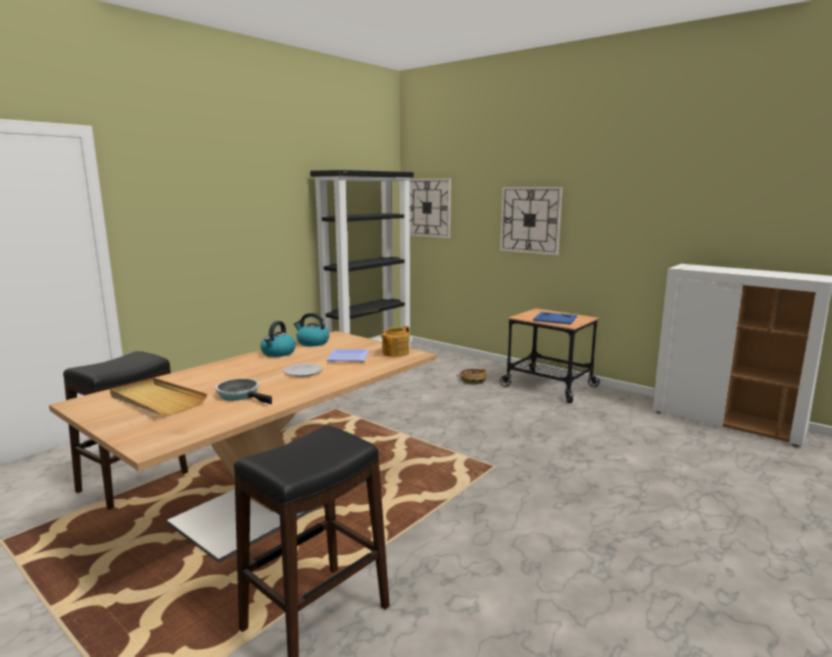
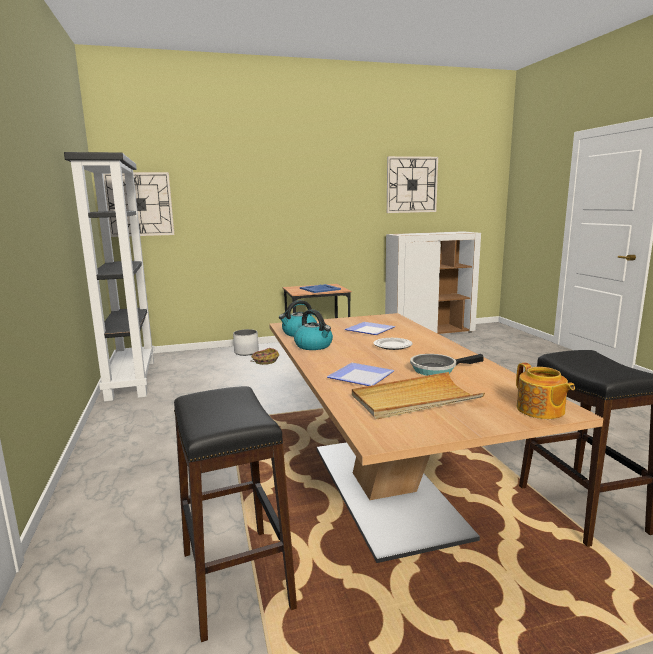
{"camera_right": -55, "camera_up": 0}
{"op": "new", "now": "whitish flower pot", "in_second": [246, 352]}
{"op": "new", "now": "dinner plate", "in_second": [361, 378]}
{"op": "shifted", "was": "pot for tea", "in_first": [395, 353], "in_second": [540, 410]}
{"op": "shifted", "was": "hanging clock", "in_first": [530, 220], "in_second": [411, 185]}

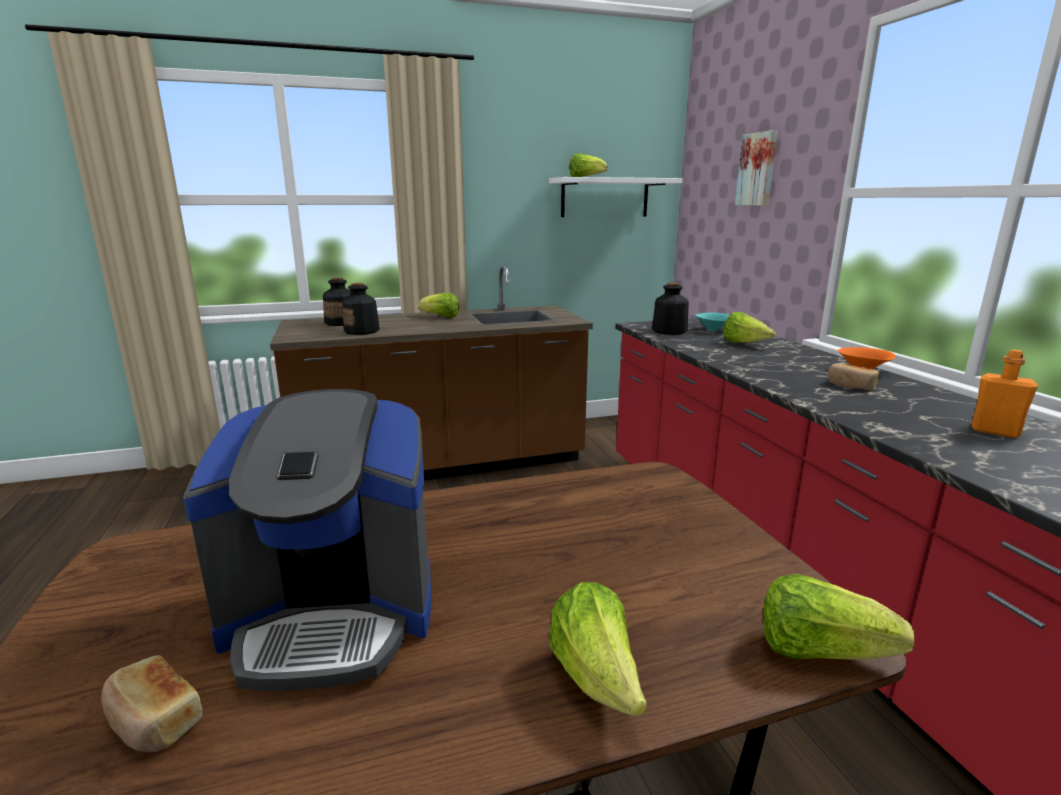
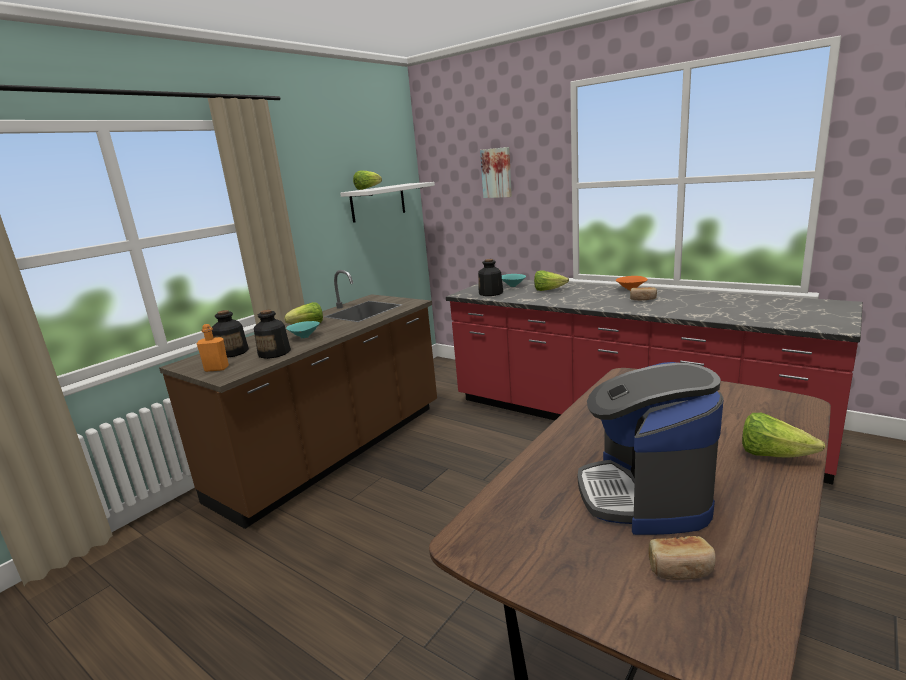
{"camera_right": -35, "camera_up": 0}
{"op": "gone", "was": "lettuce head", "in_first": [819, 651]}
{"op": "new", "now": "blue-green deep dish", "in_second": [304, 337]}
{"op": "shifted", "was": "orange drink bottle", "in_first": [994, 431], "in_second": [216, 369]}
{"op": "rotated", "was": "coffee brewer", "in_first": [333, 615], "in_second": [644, 495], "clockwise": 135}

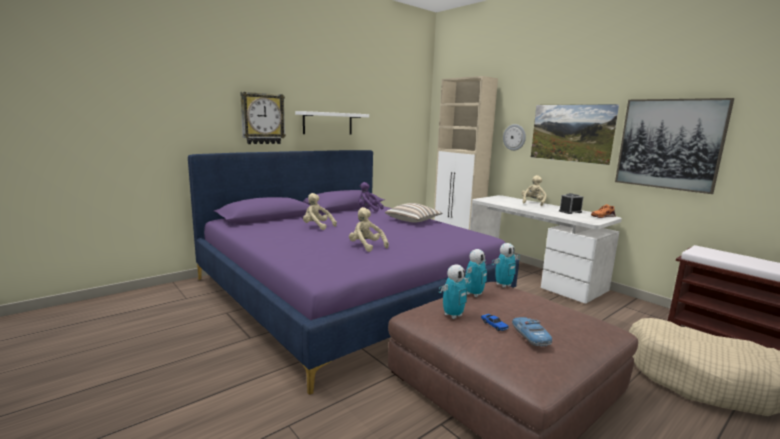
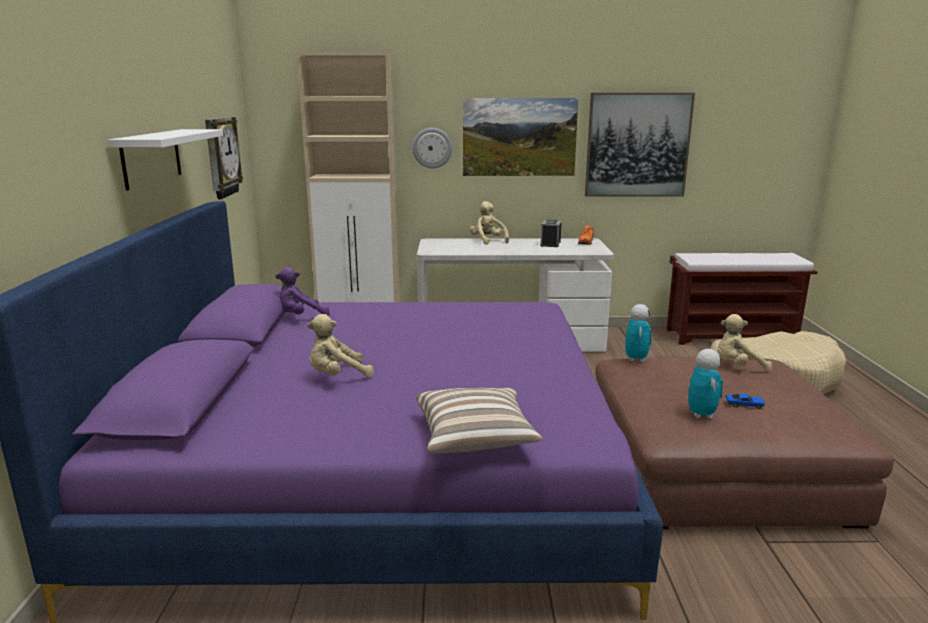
{"camera_right": -50, "camera_up": 5}
{"op": "gone", "was": "toy robot", "in_first": [474, 294]}
{"op": "gone", "was": "toy car", "in_first": [530, 336]}
{"op": "shifted", "was": "hanging clock", "in_first": [262, 119], "in_second": [221, 157]}
{"op": "shifted", "was": "beige cuddly toy", "in_first": [366, 246], "in_second": [737, 367]}
{"op": "shifted", "was": "throw pillow", "in_first": [413, 221], "in_second": [475, 438]}

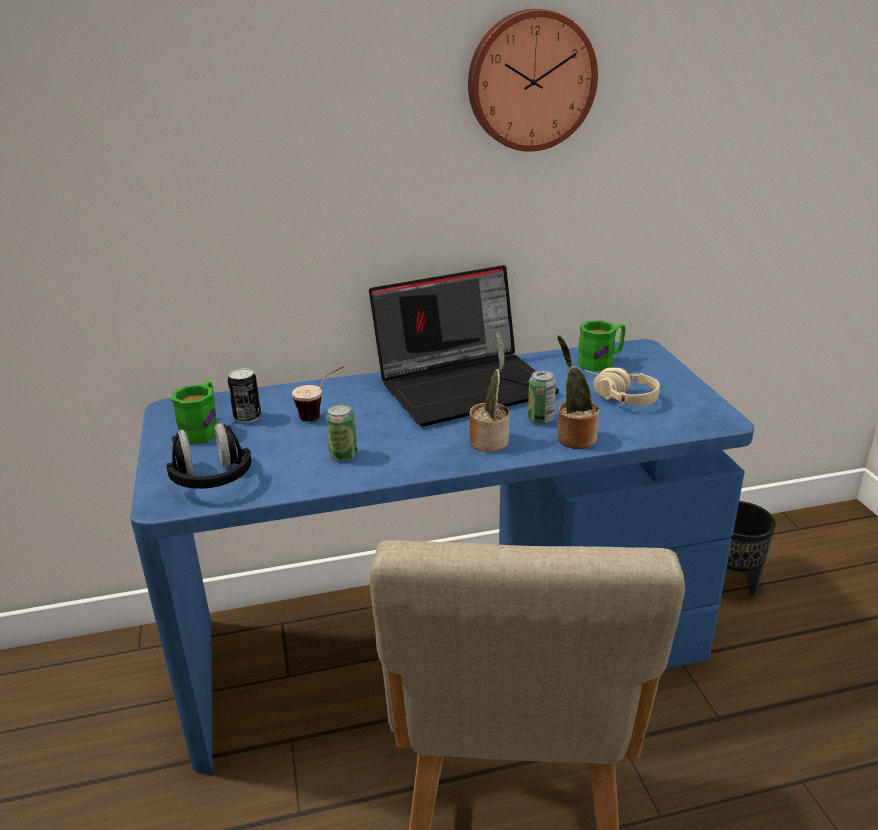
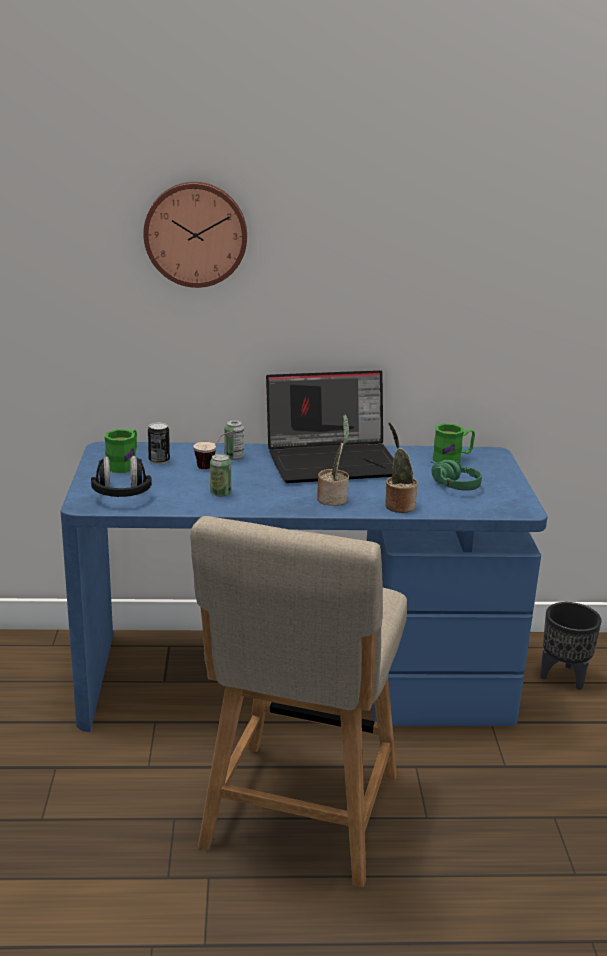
{"camera_right": 10, "camera_up": -5}
{"op": "shifted", "was": "hanging clock", "in_first": [530, 81], "in_second": [196, 234]}
{"op": "shifted", "was": "metal can", "in_first": [540, 419], "in_second": [234, 457]}
{"op": "repainted", "was": "beige pair of headphones", "now": "green-coloured pair of headphones", "in_first": [617, 397], "in_second": [449, 484]}

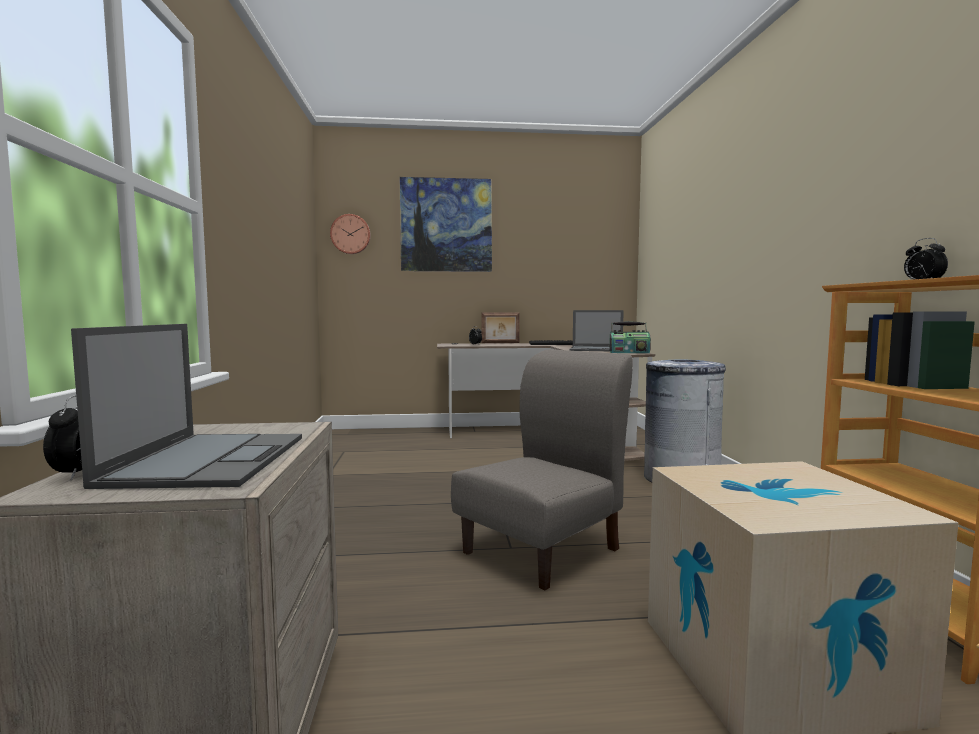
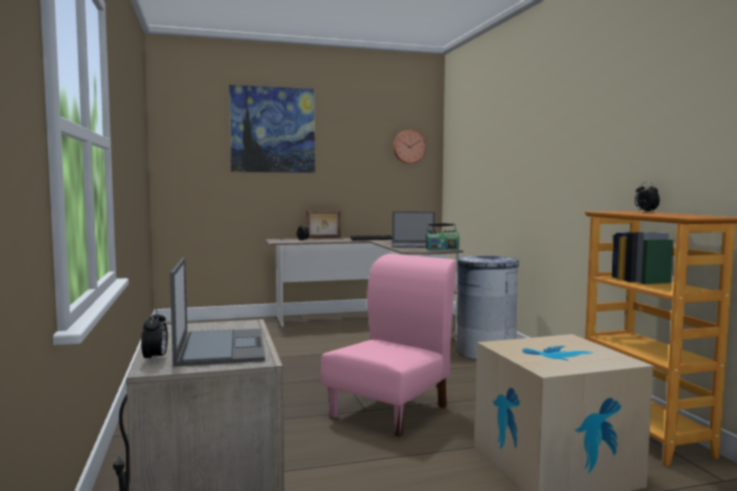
{"camera_right": -10, "camera_up": 0}
{"op": "shifted", "was": "hanging clock", "in_first": [350, 234], "in_second": [409, 146]}
{"op": "repainted", "was": "greyish chair", "now": "pink-coloured chair", "in_first": [543, 550], "in_second": [391, 411]}

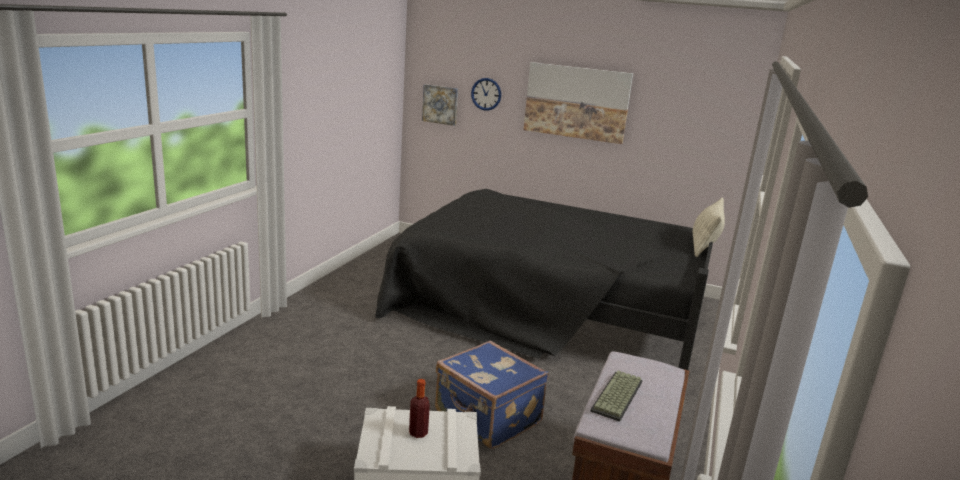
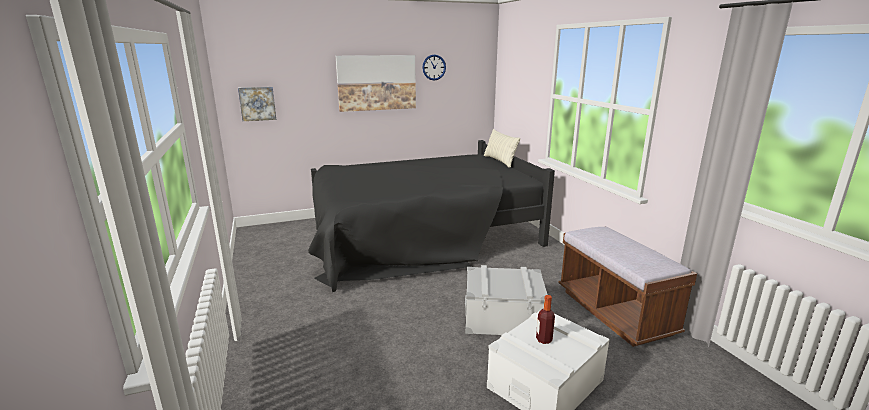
{"camera_right": -40, "camera_up": 0}
{"op": "gone", "was": "computer keyboard", "in_first": [618, 397]}
{"op": "shifted", "was": "hanging clock", "in_first": [486, 94], "in_second": [434, 67]}
{"op": "swapped", "was": "blue-coloured piece of luggage", "now": "greyish storage bin", "in_first": [487, 418], "in_second": [503, 317]}

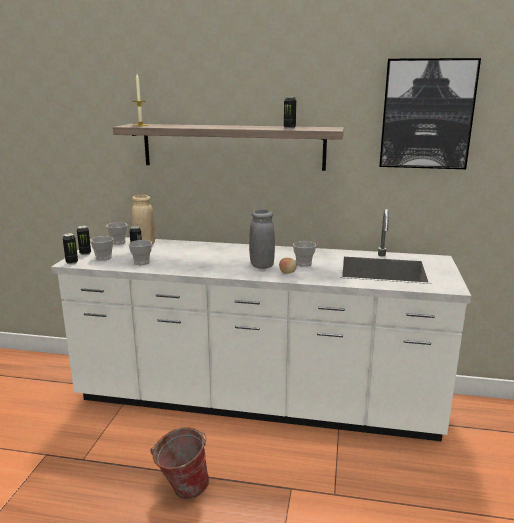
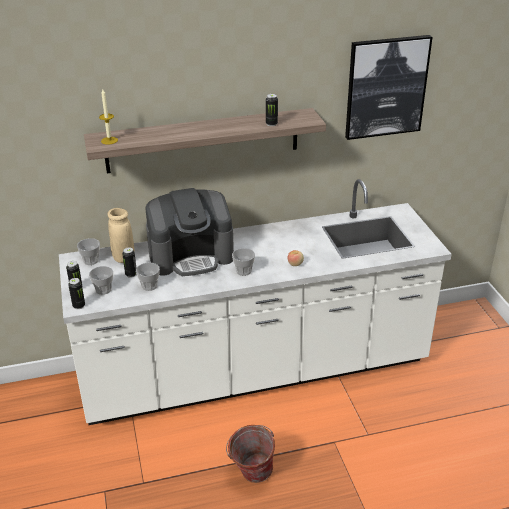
{"camera_right": -25, "camera_up": 15}
{"op": "gone", "was": "greyish decorative vase", "in_first": [261, 266]}
{"op": "new", "now": "coffee brewer", "in_second": [191, 255]}
{"op": "shifted", "was": "drinking cup", "in_first": [303, 264], "in_second": [243, 271]}

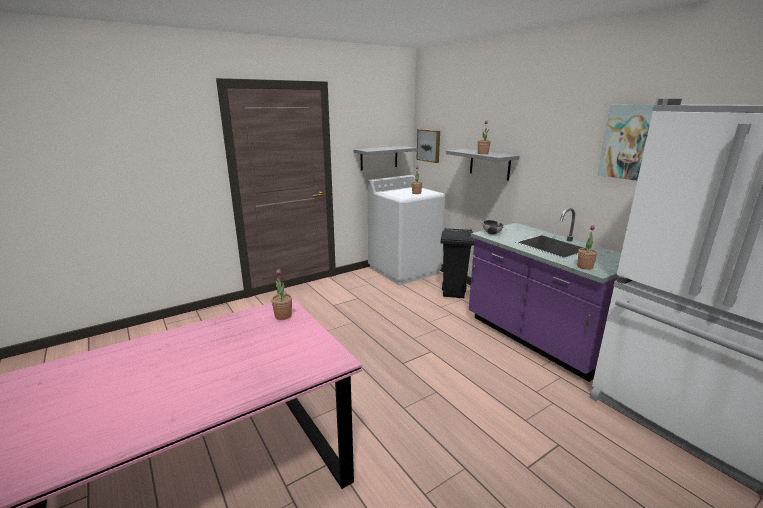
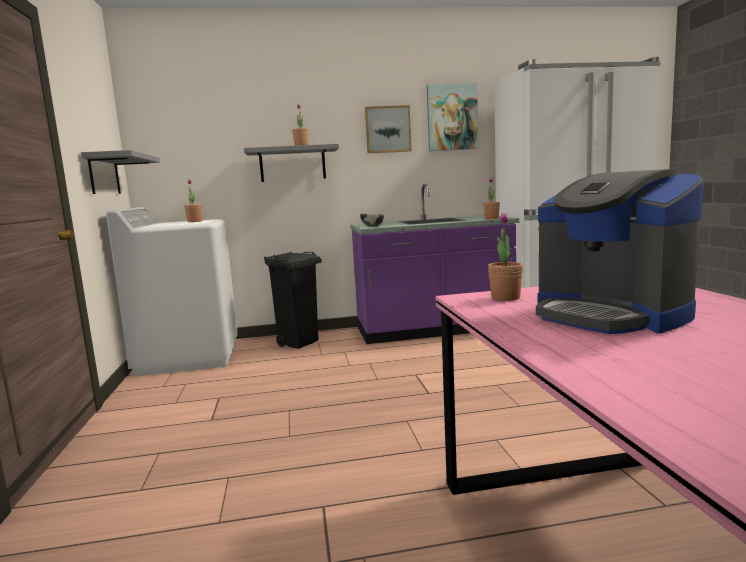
{"camera_right": -65, "camera_up": -10}
{"op": "new", "now": "coffee brewer", "in_second": [610, 315]}
{"op": "shifted", "was": "wall picture", "in_first": [429, 145], "in_second": [387, 129]}

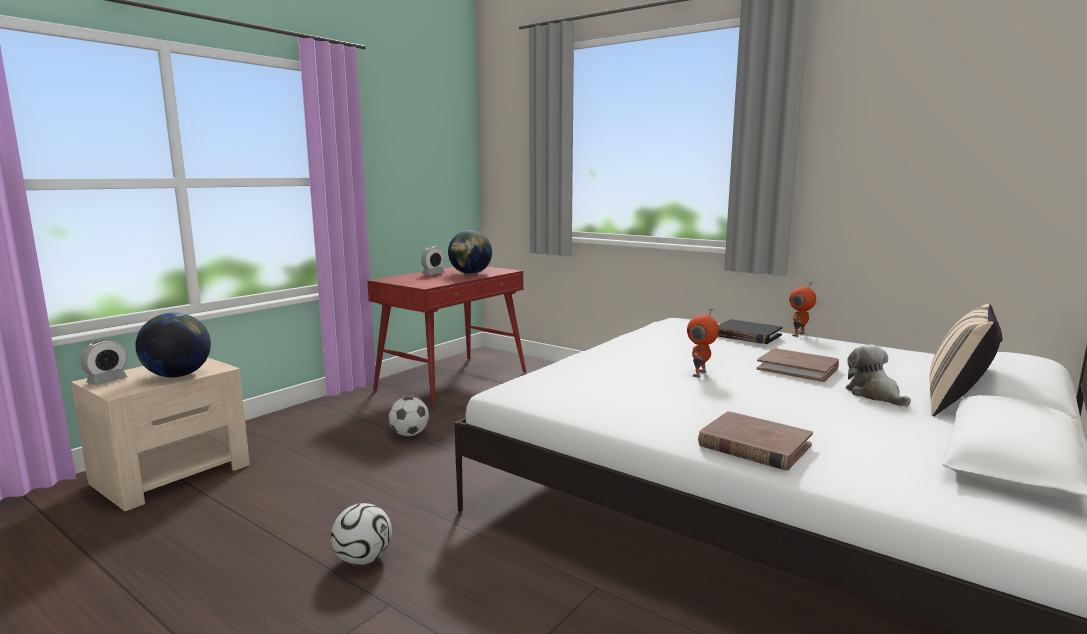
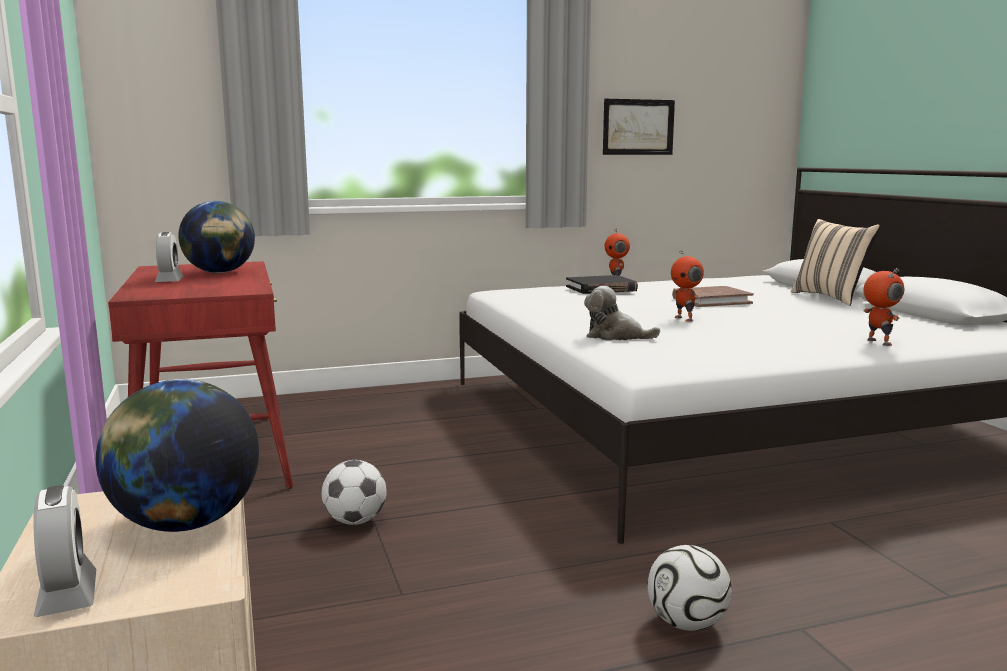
{"camera_right": -55, "camera_up": 0}
{"op": "new", "now": "wall picture", "in_second": [638, 127]}
{"op": "shifted", "was": "cuddly toy", "in_first": [875, 395], "in_second": [615, 336]}
{"op": "swapped", "was": "brown-coloured book", "now": "toy robot", "in_first": [754, 445], "in_second": [877, 342]}

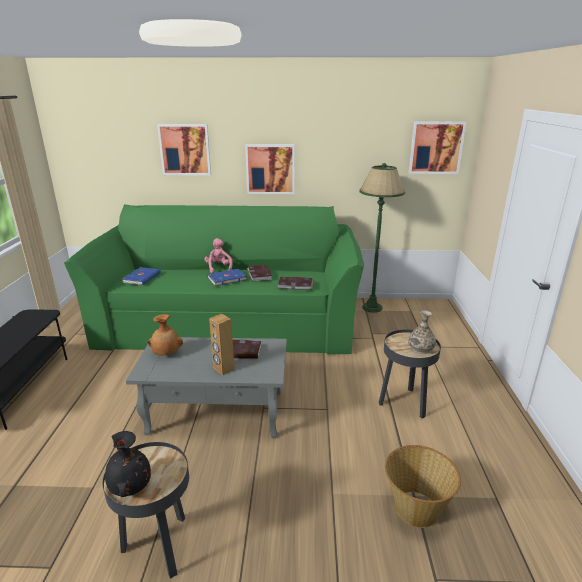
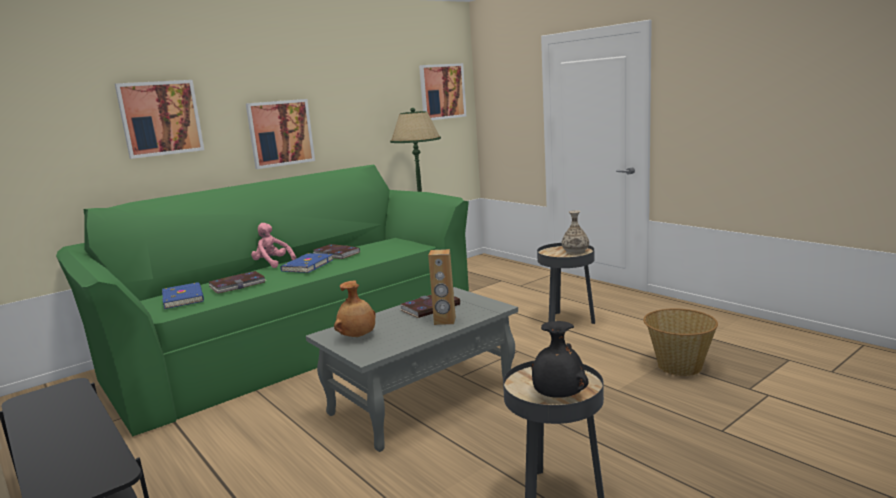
{"camera_right": -40, "camera_up": -10}
{"op": "shifted", "was": "book", "in_first": [295, 285], "in_second": [237, 285]}

